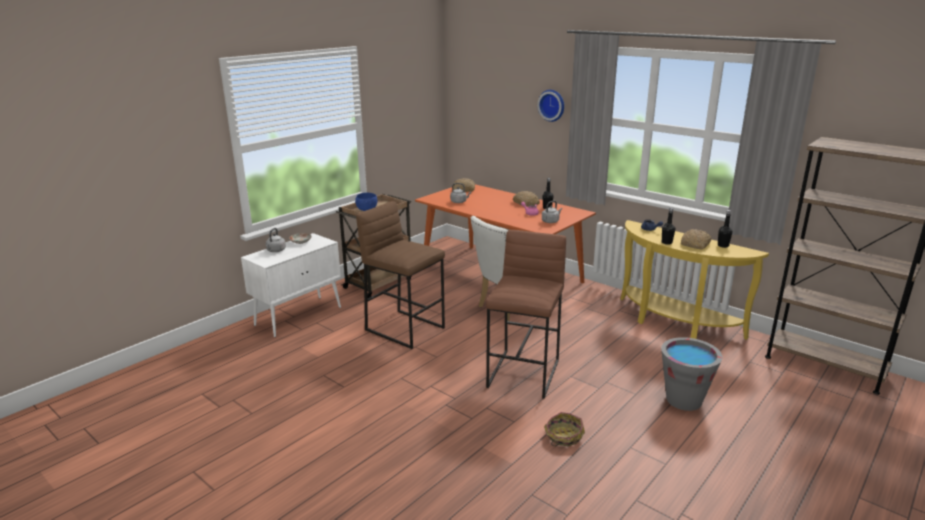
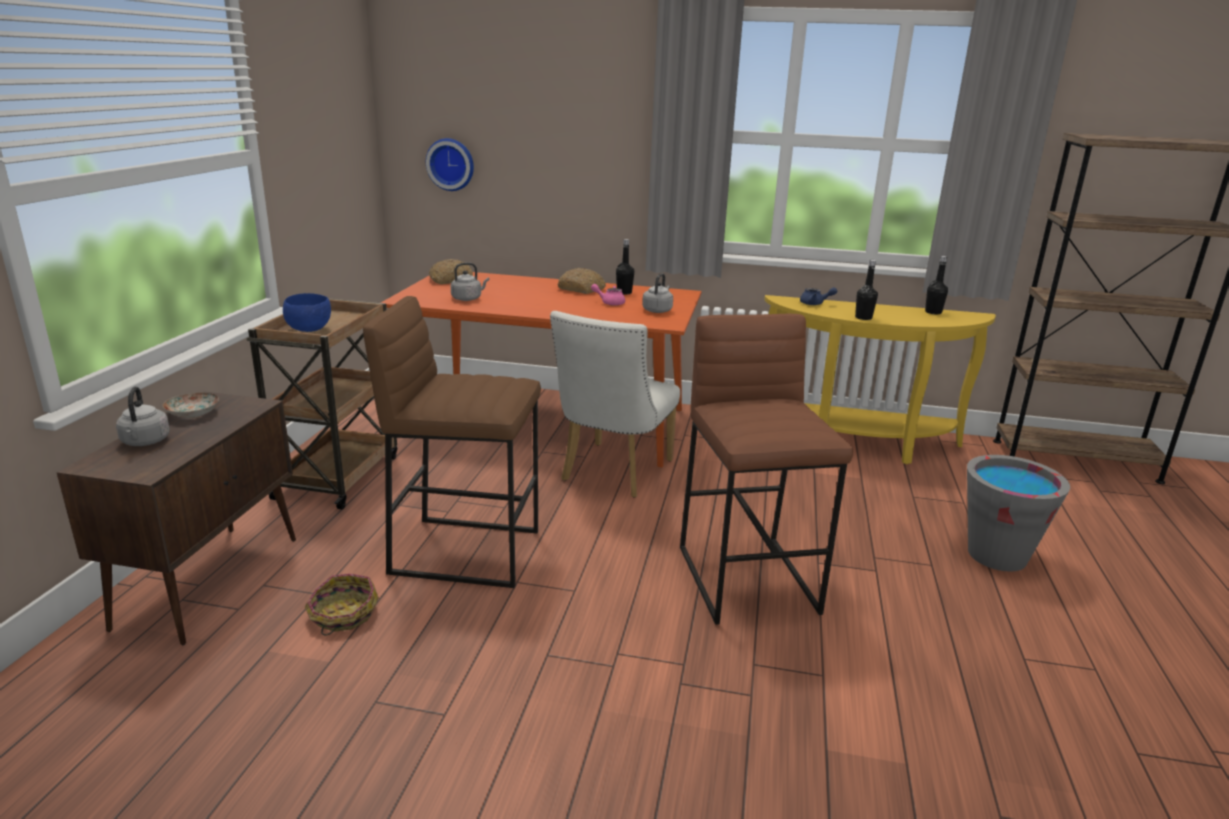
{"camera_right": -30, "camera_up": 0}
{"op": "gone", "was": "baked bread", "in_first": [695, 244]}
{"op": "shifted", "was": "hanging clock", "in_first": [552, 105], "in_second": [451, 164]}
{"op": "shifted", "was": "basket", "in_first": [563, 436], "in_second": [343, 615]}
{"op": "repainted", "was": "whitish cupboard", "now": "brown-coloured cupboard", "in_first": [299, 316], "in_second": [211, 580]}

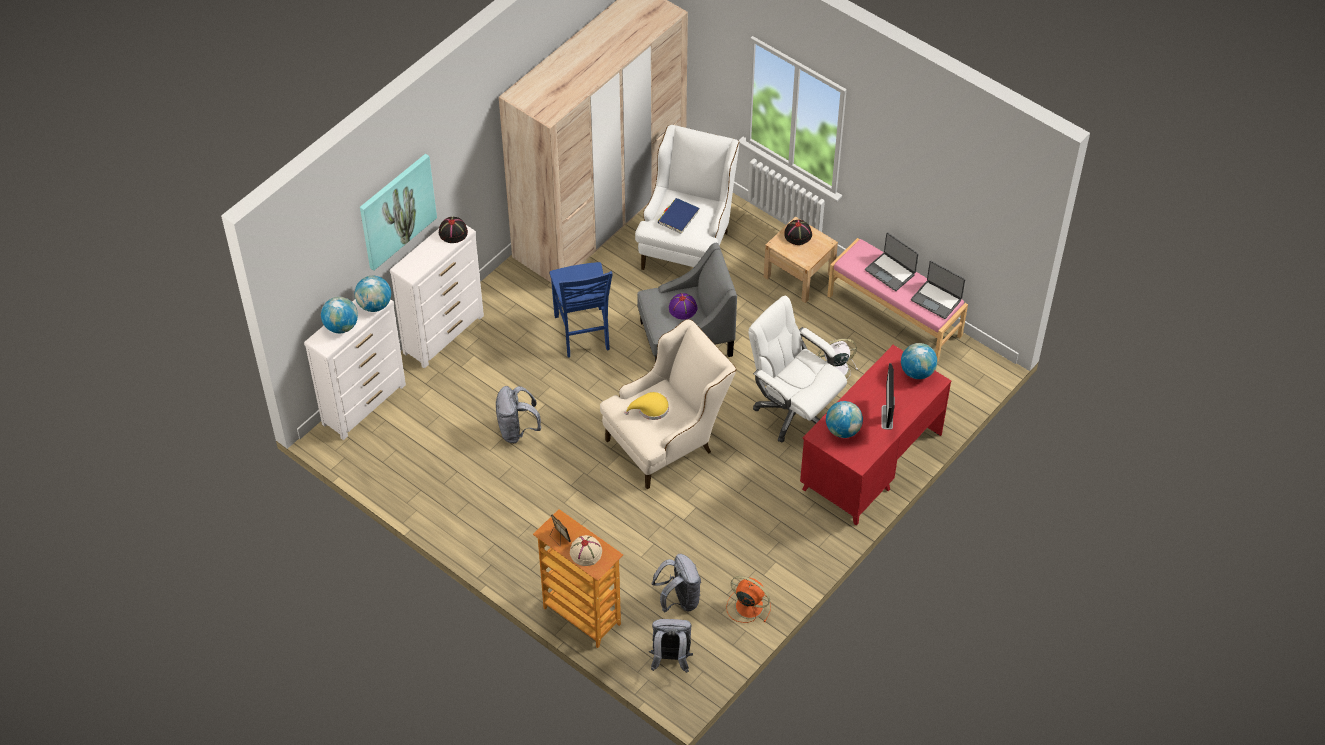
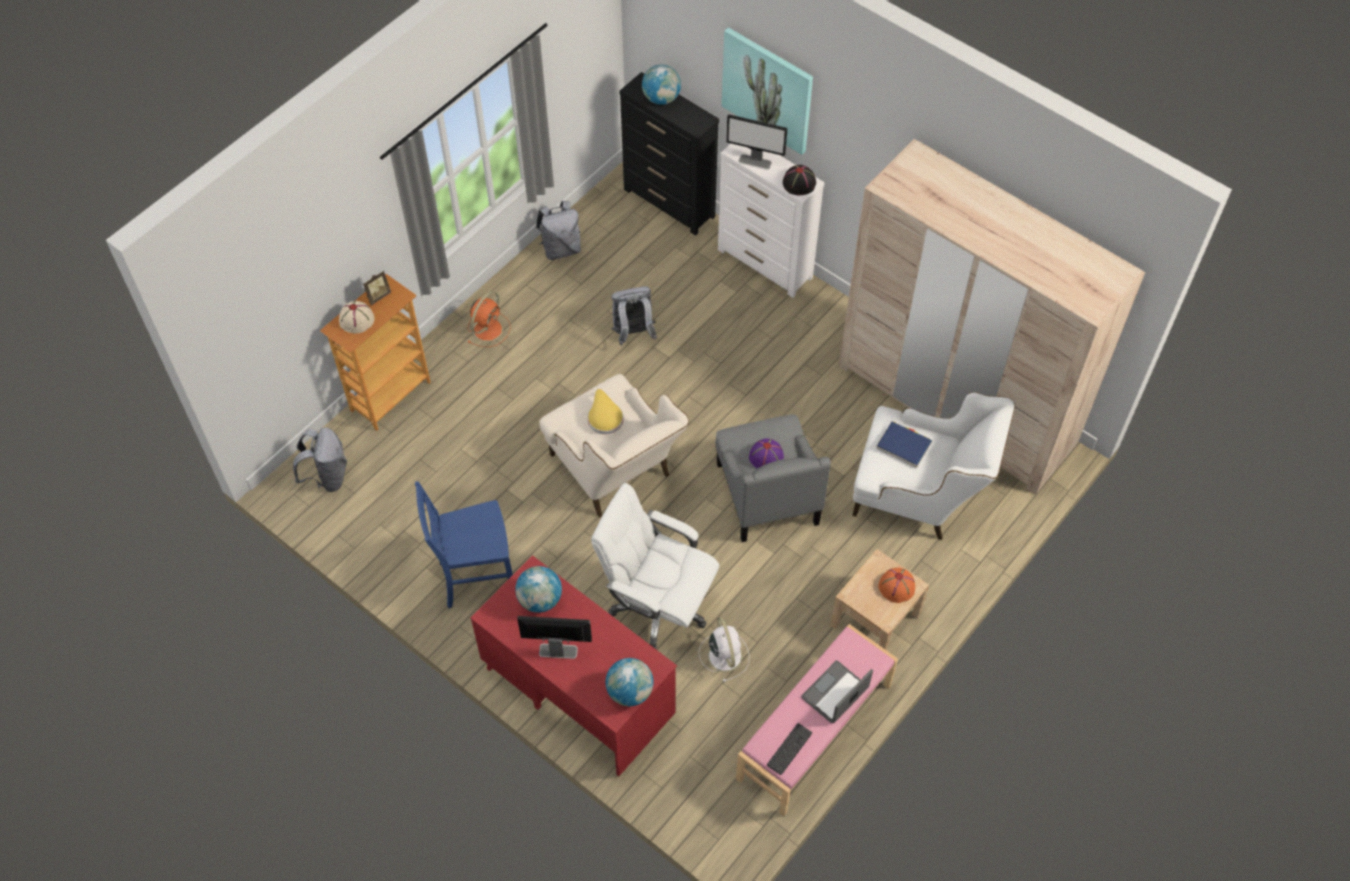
{"camera_right": 90, "camera_up": 5}
{"op": "gone", "was": "world globe", "in_first": [374, 305]}
{"op": "new", "now": "monitor", "in_second": [755, 162]}
{"op": "shifted", "was": "blue-coloured chair", "in_first": [583, 333], "in_second": [476, 578]}
{"op": "shifted", "was": "greyish backpack", "in_first": [679, 600], "in_second": [561, 249]}
{"op": "shifted", "was": "orange cooling fan", "in_first": [748, 605], "in_second": [488, 328]}
{"op": "swapped", "was": "notebook computer", "now": "computer keyboard", "in_first": [936, 299], "in_second": [789, 749]}
{"op": "repainted", "was": "whitish drawer chest", "now": "blackish drawer chest", "in_first": [365, 404], "in_second": [669, 203]}
{"op": "repainted", "was": "blackish clothing hat", "now": "orange clothing hat", "in_first": [798, 234], "in_second": [897, 587]}
{"op": "rotated", "was": "whitish office chair", "in_first": [793, 411], "in_second": [657, 606], "clockwise": -105}

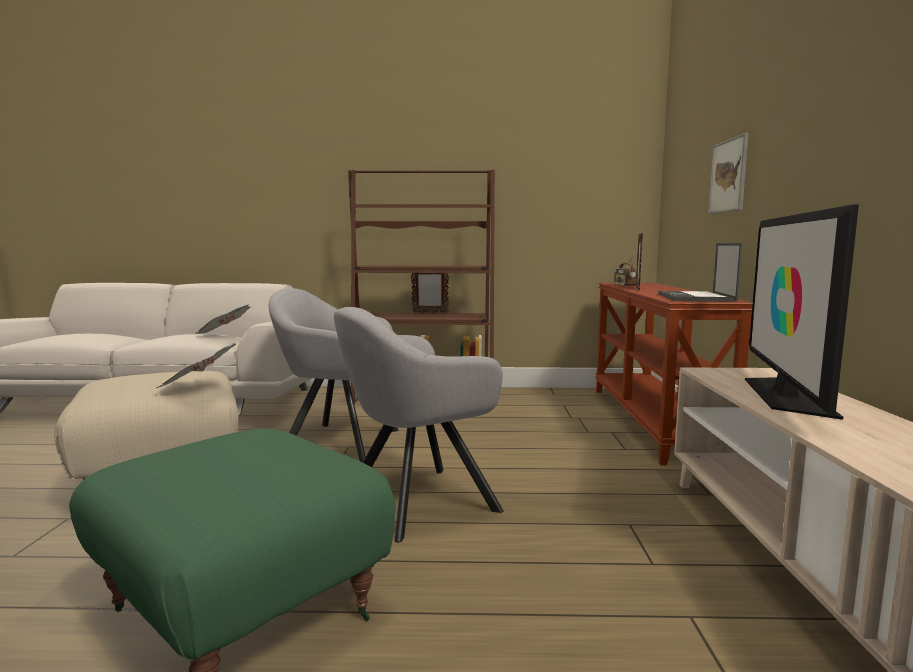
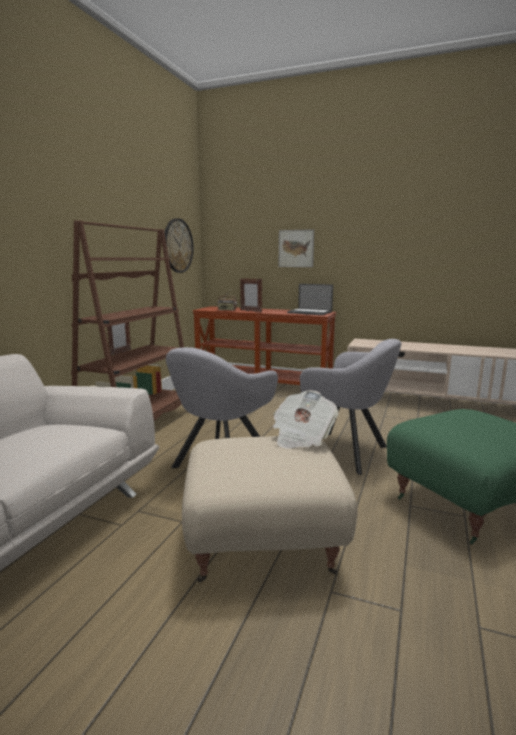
{"camera_right": -70, "camera_up": 5}
{"op": "gone", "was": "printed paper", "in_first": [223, 334]}
{"op": "gone", "was": "television", "in_first": [785, 395]}
{"op": "new", "now": "hanging clock", "in_second": [177, 246]}
{"op": "rotated", "was": "greyish armchair", "in_first": [413, 502], "in_second": [347, 452], "clockwise": -45}

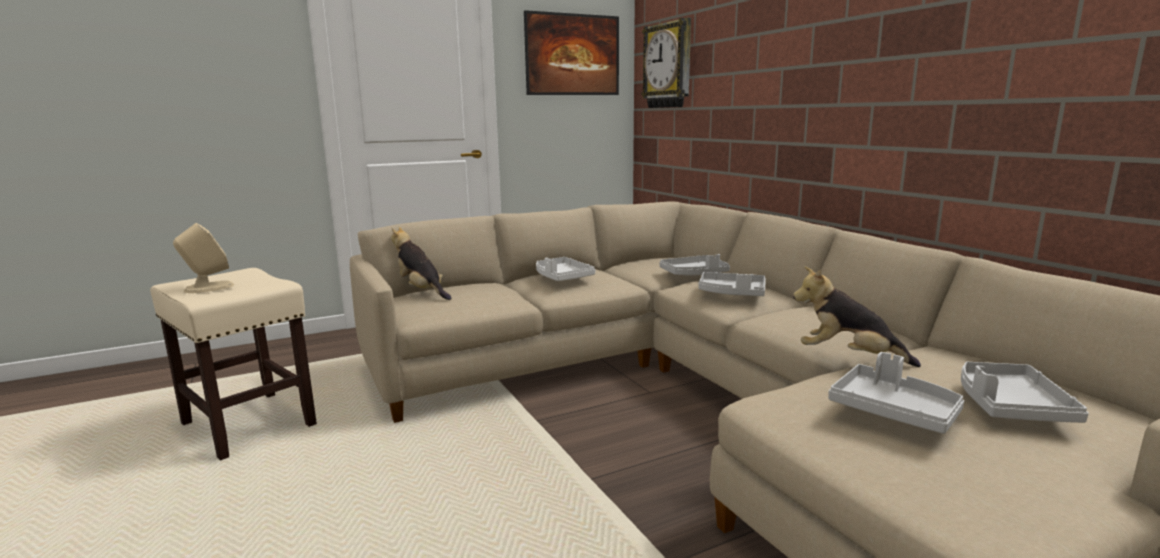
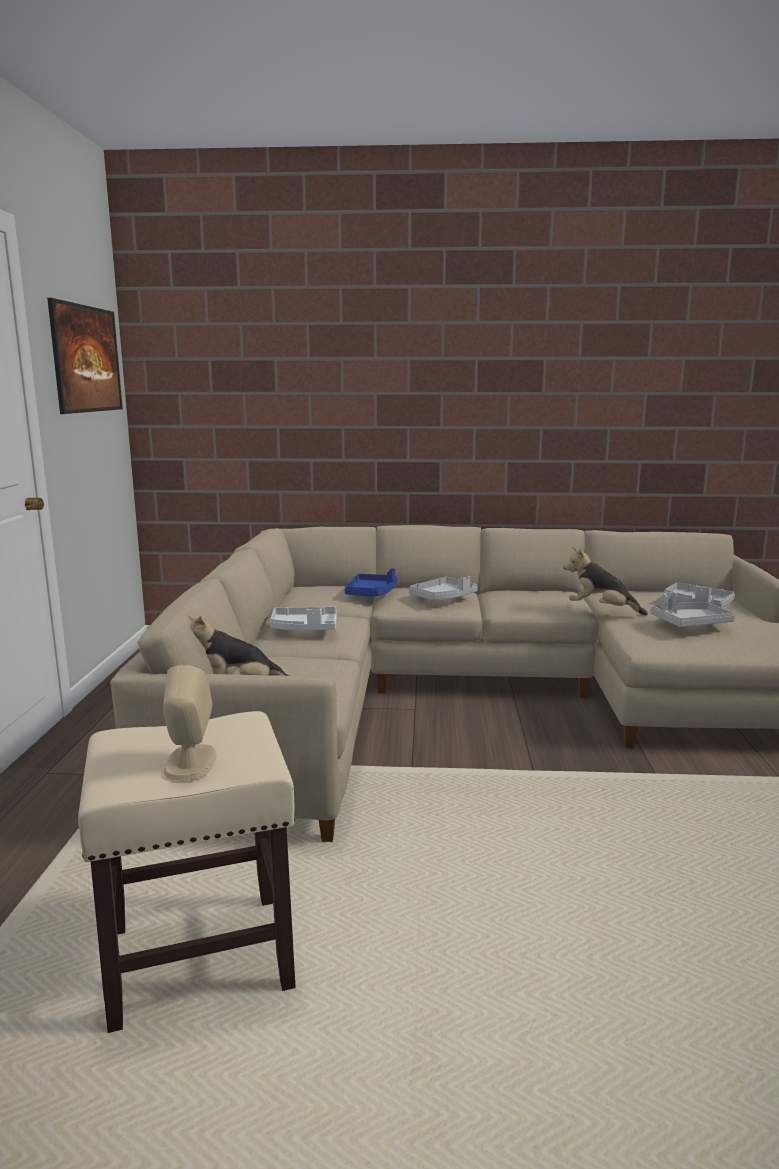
{"camera_right": -60, "camera_up": 0}
{"op": "gone", "was": "hanging clock", "in_first": [668, 65]}
{"op": "repainted", "was": "greyish tray", "now": "blue-coloured tray", "in_first": [694, 274], "in_second": [371, 593]}
{"op": "rotated", "was": "cuddly toy", "in_first": [848, 357], "in_second": [601, 610], "clockwise": 60}

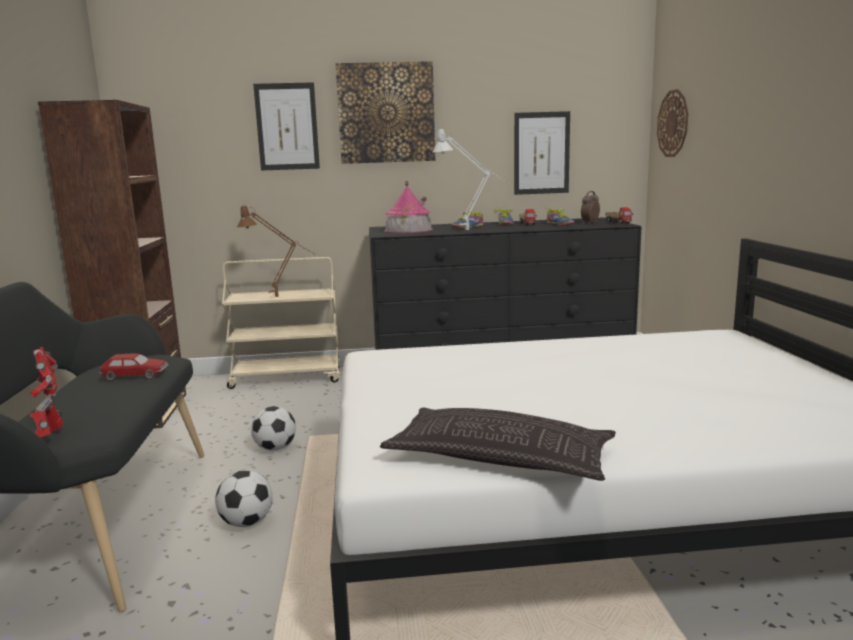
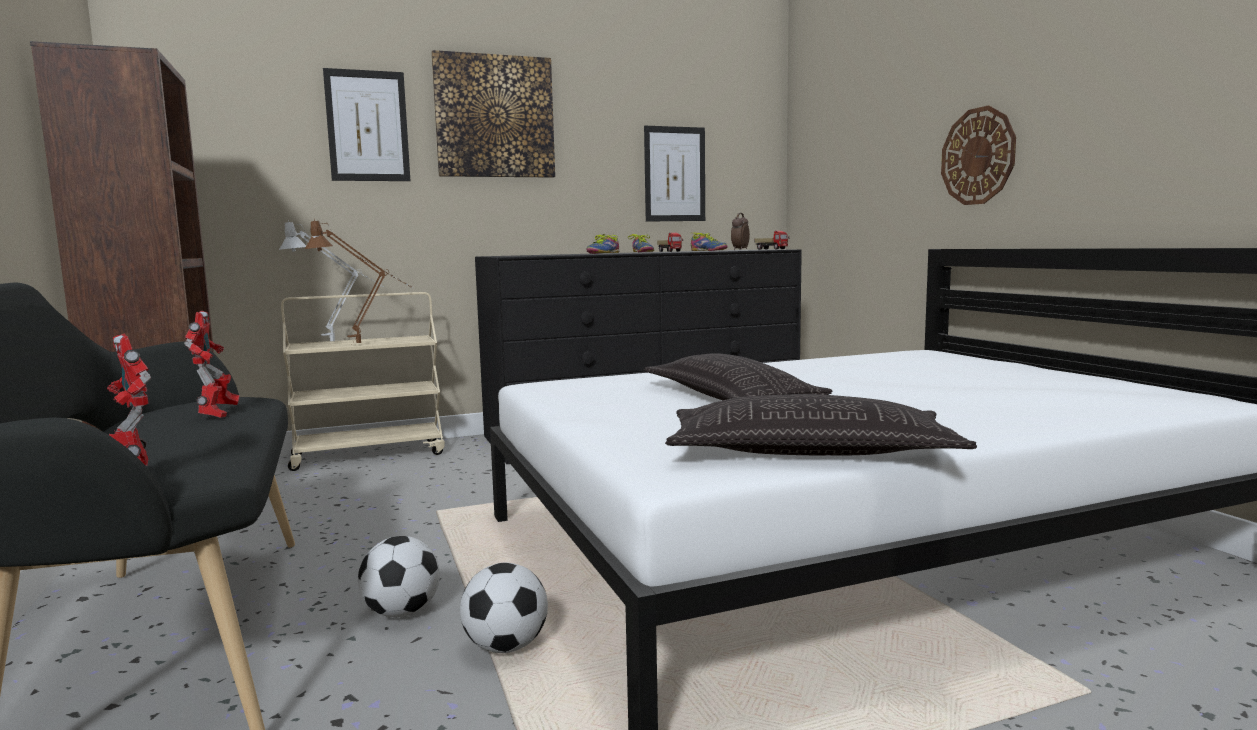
{"camera_right": -15, "camera_up": -5}
{"op": "gone", "was": "model house", "in_first": [408, 230]}
{"op": "new", "now": "throw pillow", "in_second": [729, 397]}
{"op": "shifted", "was": "football", "in_first": [275, 448], "in_second": [506, 647]}
{"op": "shifted", "was": "greyish table lamp", "in_first": [472, 231], "in_second": [339, 342]}
{"op": "shifted", "was": "hanging clock", "in_first": [673, 123], "in_second": [978, 156]}
{"op": "swapped", "was": "toy car", "now": "toy robot", "in_first": [135, 375], "in_second": [217, 415]}

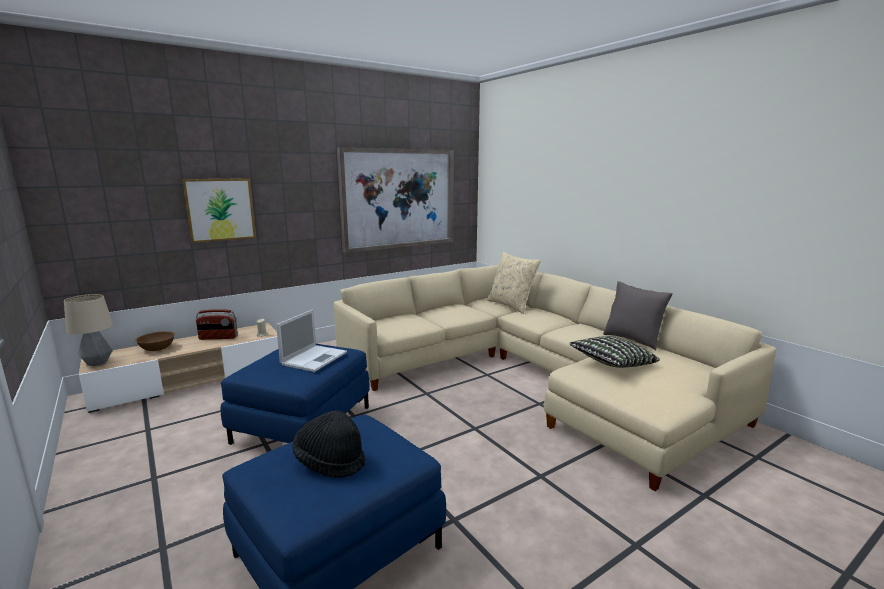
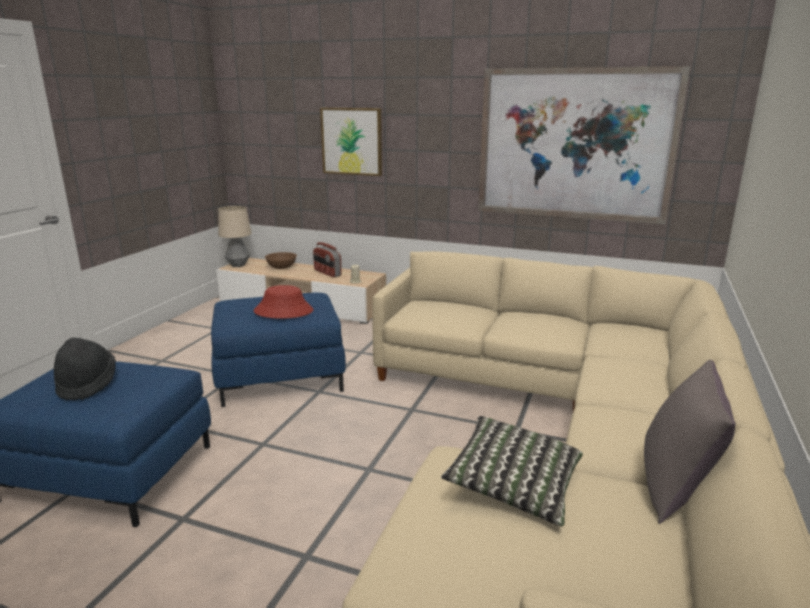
{"camera_right": 55, "camera_up": 5}
{"op": "gone", "was": "beige throw pillow", "in_first": [511, 305]}
{"op": "swapped", "was": "notebook computer", "now": "red-coloured clothing hat", "in_first": [315, 358], "in_second": [283, 311]}

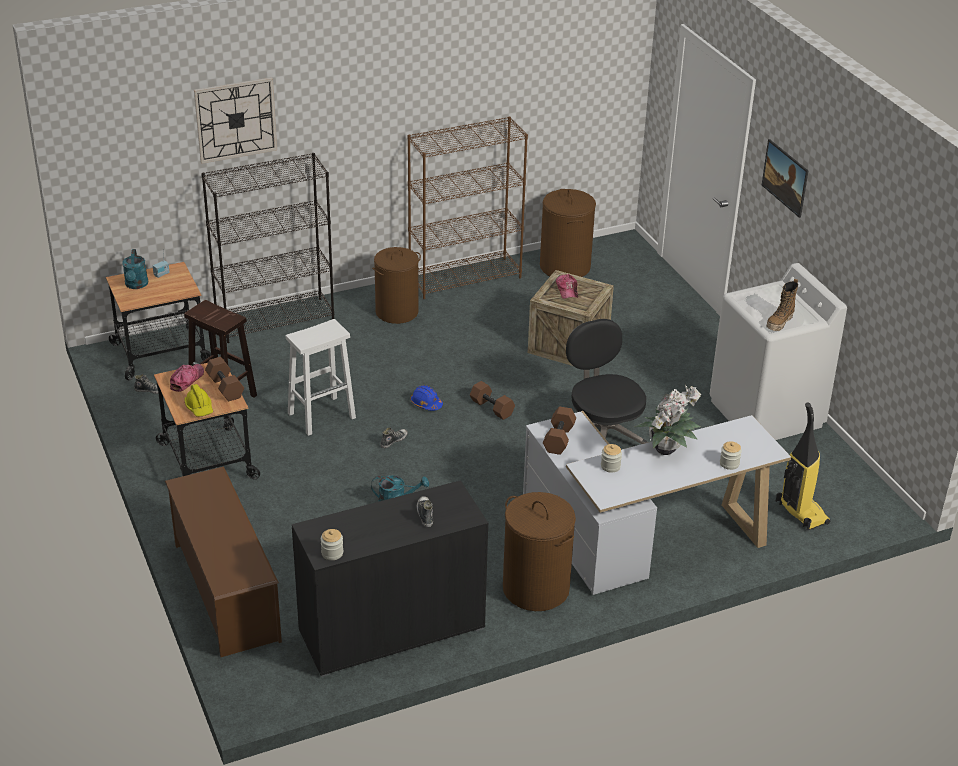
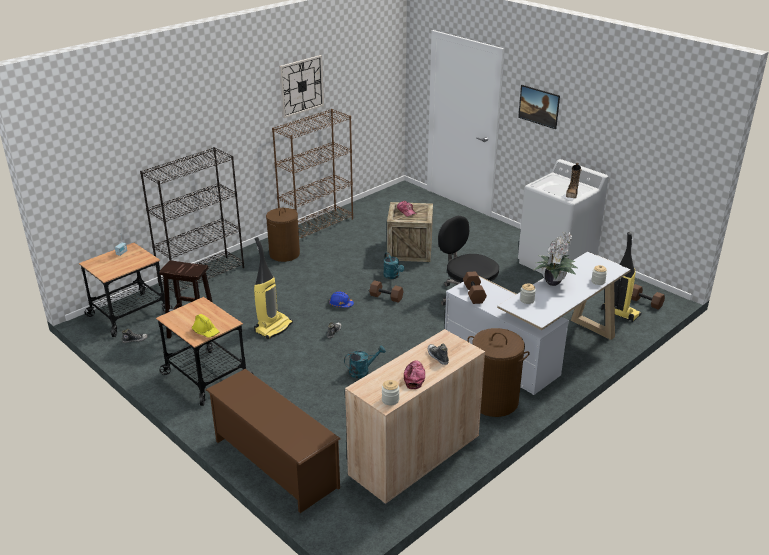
{"camera_right": -20, "camera_up": -5}
{"op": "gone", "was": "brown-coloured laundry basket", "in_first": [565, 267]}
{"op": "shifted", "was": "blue-green watering can", "in_first": [136, 285], "in_second": [393, 276]}
{"op": "shifted", "was": "cap", "in_first": [186, 380], "in_second": [414, 377]}
{"op": "shifted", "was": "hanging clock", "in_first": [236, 120], "in_second": [301, 86]}
{"op": "shifted", "was": "brown-coloured hand weight", "in_first": [226, 387], "in_second": [646, 302]}
{"op": "swapped", "was": "whitish stool seat", "now": "vacuum cleaner", "in_first": [322, 415], "in_second": [273, 327]}
{"op": "repainted", "was": "blackish cupboard", "now": "beige cupboard", "in_first": [391, 630], "in_second": [414, 456]}

